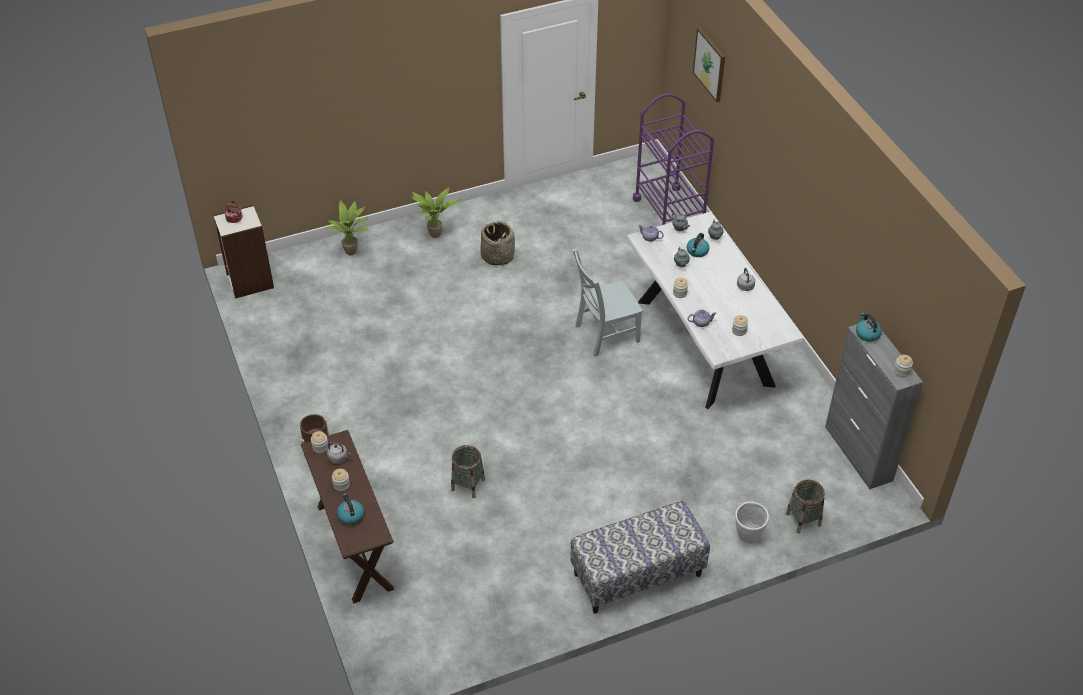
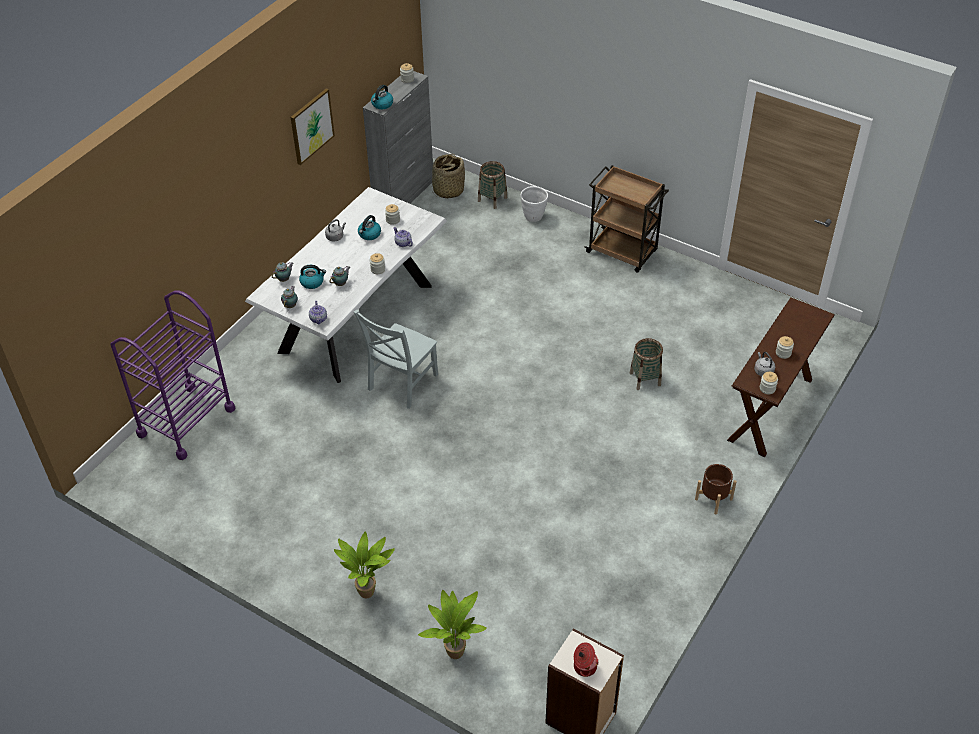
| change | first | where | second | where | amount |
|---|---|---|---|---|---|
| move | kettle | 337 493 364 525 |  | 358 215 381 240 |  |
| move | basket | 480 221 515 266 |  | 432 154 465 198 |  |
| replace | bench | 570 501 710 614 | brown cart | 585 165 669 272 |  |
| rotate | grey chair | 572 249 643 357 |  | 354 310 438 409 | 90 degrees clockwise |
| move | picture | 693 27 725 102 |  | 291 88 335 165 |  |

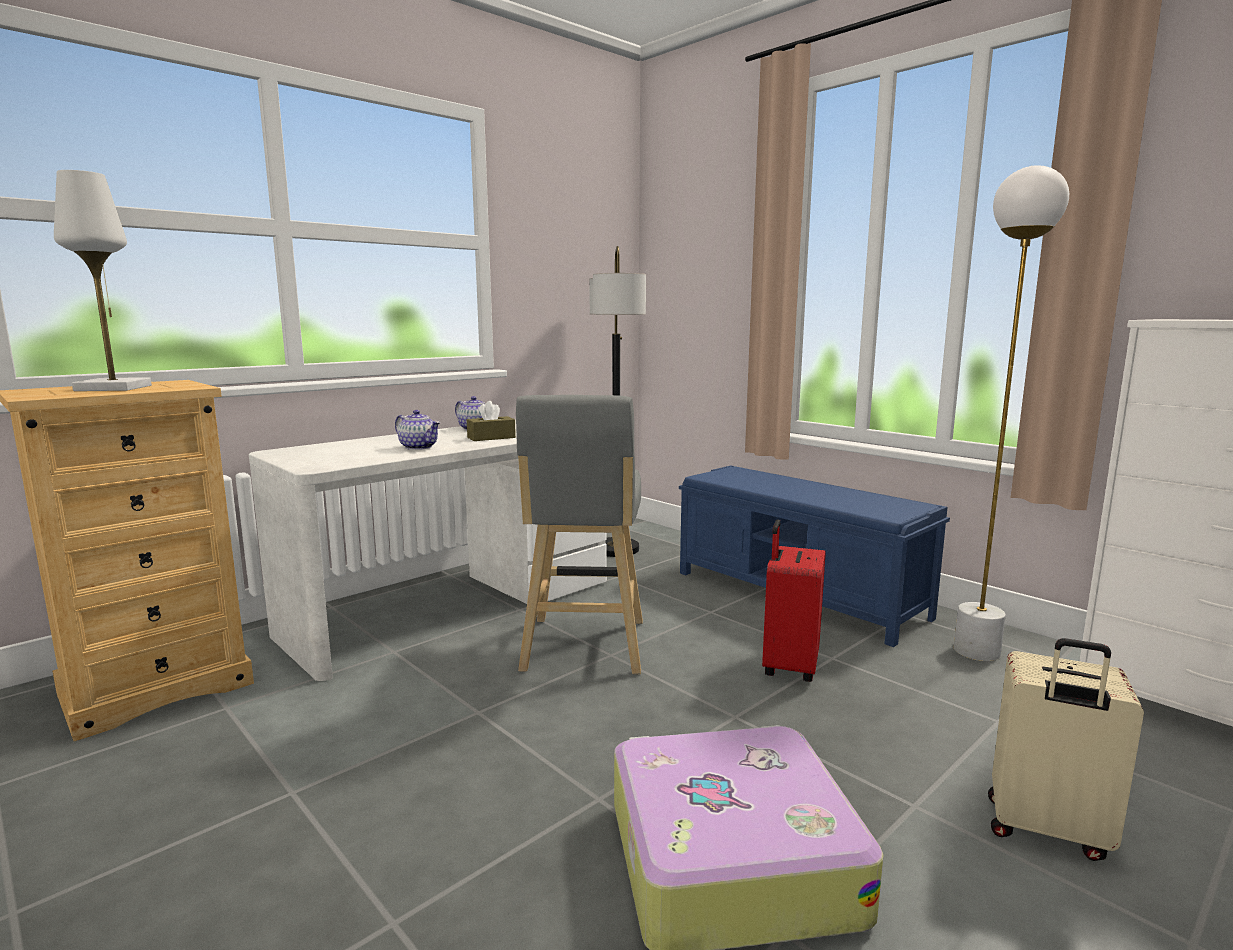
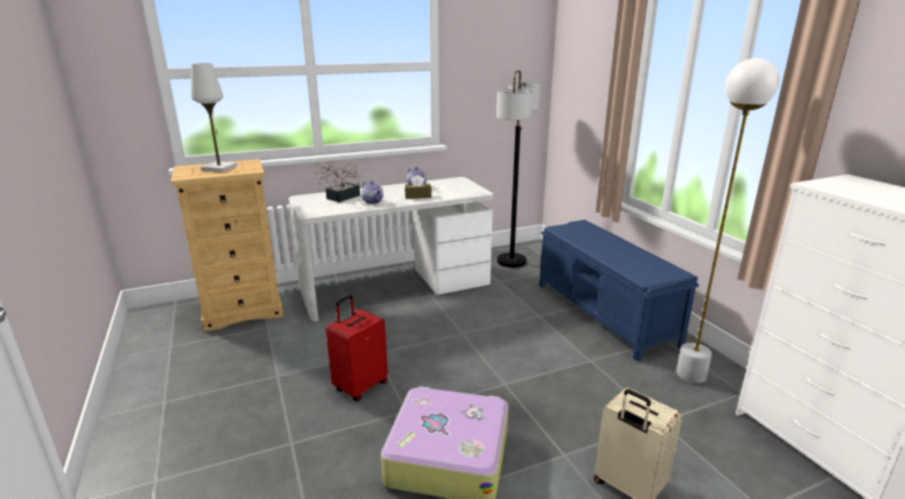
| change | first | where | second | where | amount |
|---|---|---|---|---|---|
| delete | grey stool | 516 395 643 675 |  |  |  |
| move | red suitcase | 762 520 826 682 |  | 326 295 388 401 |  |
| insert |  |  | potted plant | 315 160 360 202 |  |

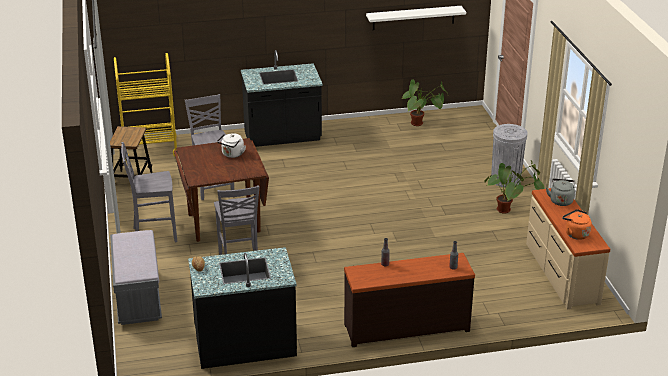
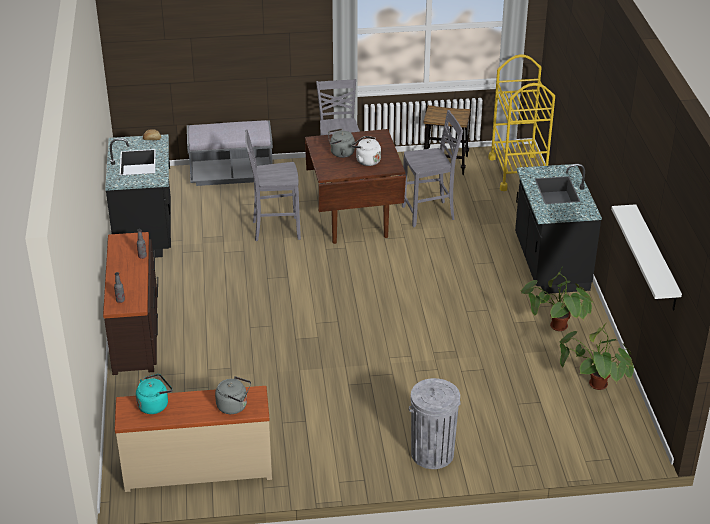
| change | first | where | second | where | amount |
|---|---|---|---|---|---|
| move | potted plant | 484 161 544 214 |  | 520 266 594 331 |  |
| recolor | orange kettle | 562 209 592 240 | turquoise kettle | 136 374 172 414 |  |
| insert |  |  | grey kettle | 328 128 355 158 |  |

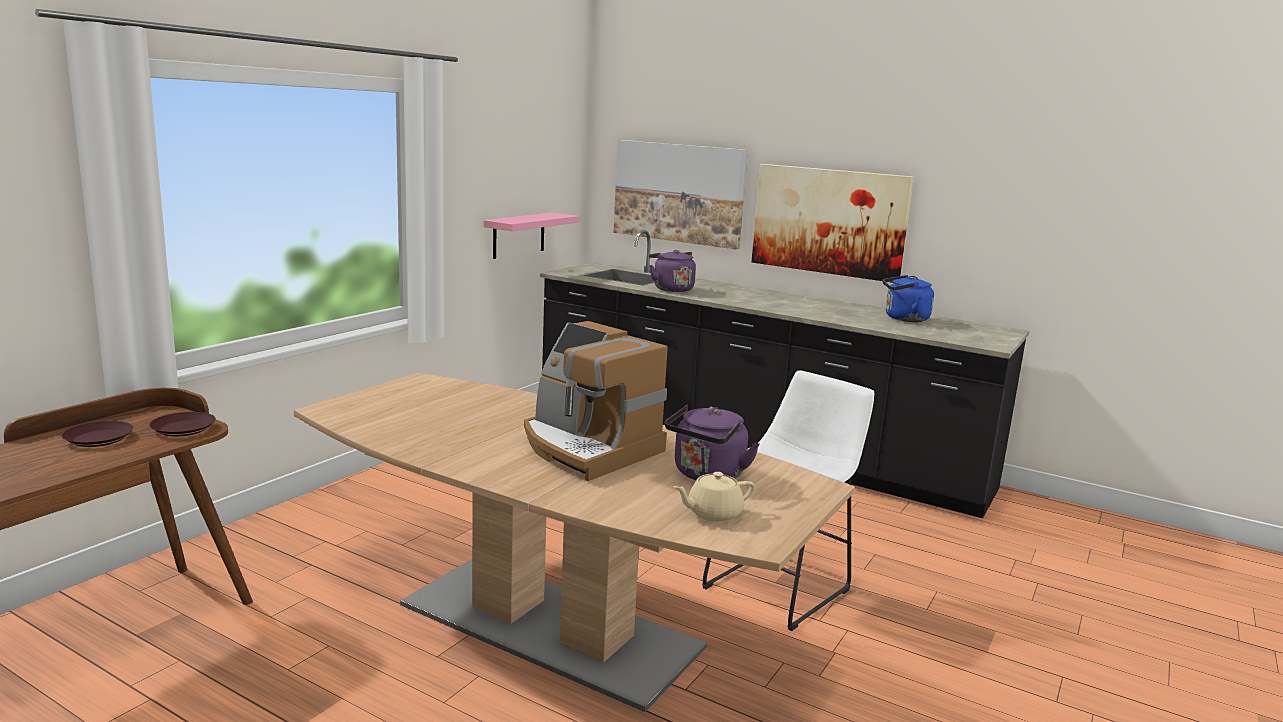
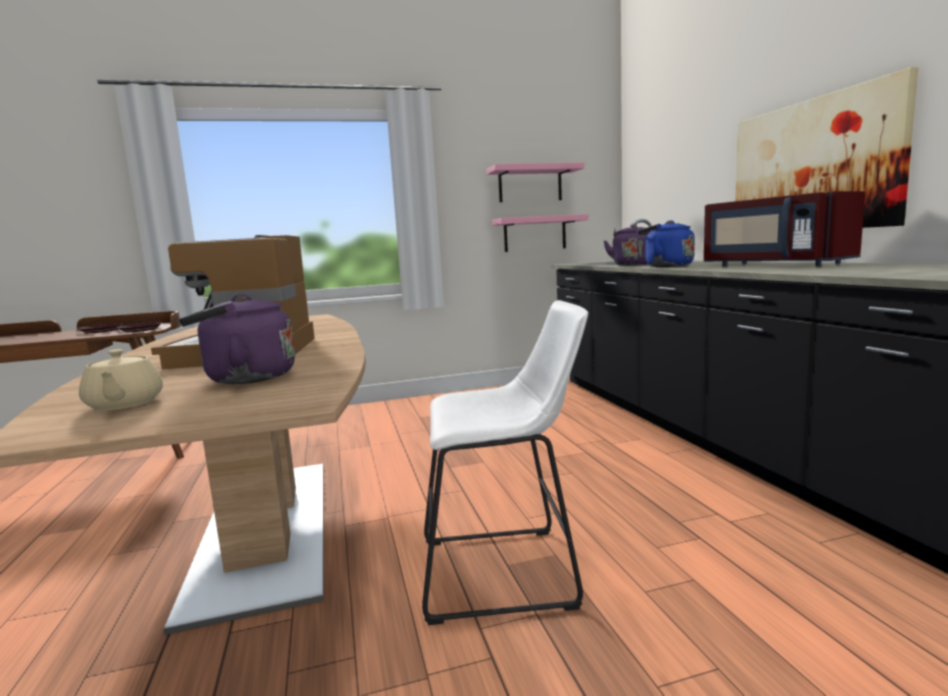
| change | first | where | second | where | amount |
|---|---|---|---|---|---|
| delete | picture | 613 140 748 250 |  |  |  |
| rotate | beige teapot | 673 472 755 522 |  | 79 349 163 410 | 135 degrees counterclockwise |
| move | blue kettle | 883 275 934 322 |  | 637 220 695 267 |  |
| insert |  |  | pink shelf | 486 162 585 202 |  |
| insert |  |  | red microwave | 704 191 865 266 |  |

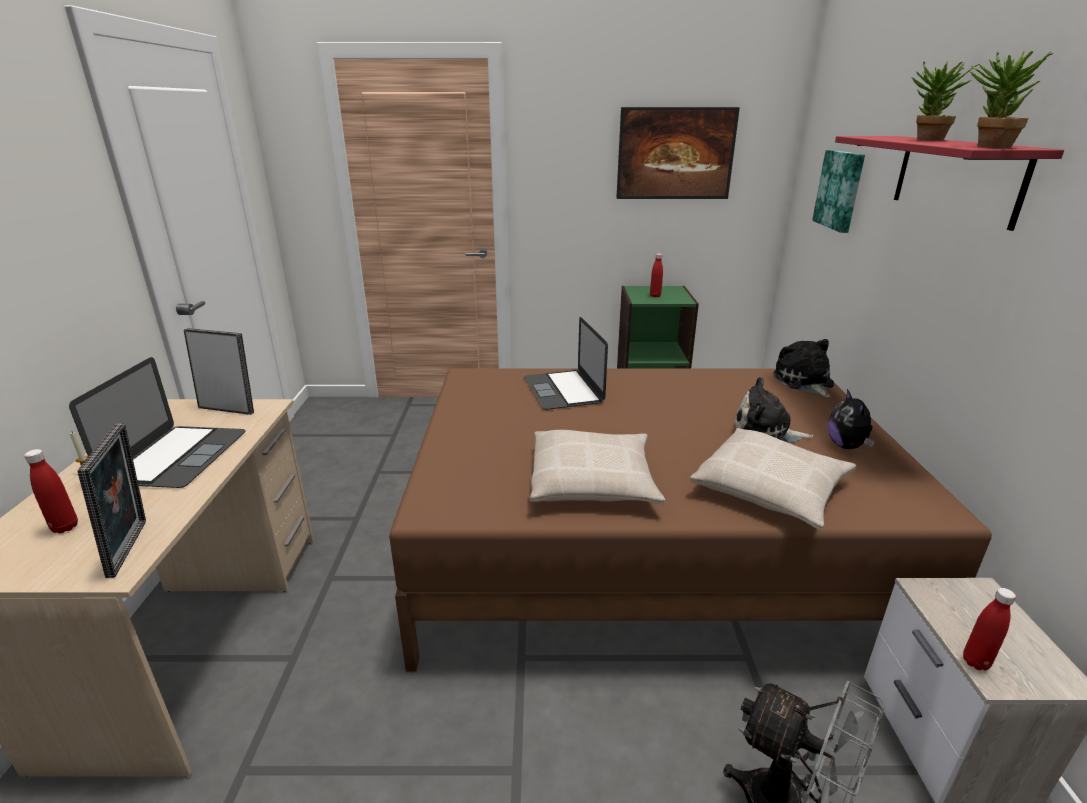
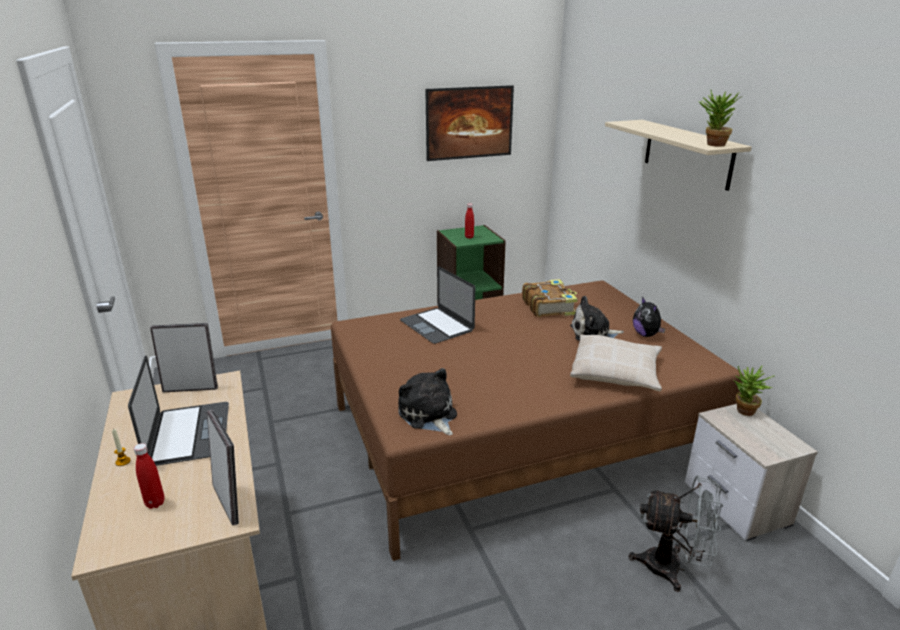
| change | first | where | second | where | amount |
|---|---|---|---|---|---|
| delete | beige pillow | 530 430 665 504 |  |  |  |
| move | plush toy | 774 339 834 398 |  | 398 368 457 435 |  |
| delete | picture | 812 150 865 233 |  |  |  |
| recolor | red shelf | 835 136 1064 231 | beige shelf | 605 120 752 191 |  |
| move | potted plant | 911 61 980 140 |  | 734 365 774 416 |  |
| delete | red bottle | 963 588 1016 670 |  |  |  |
| insert |  |  | book | 522 279 578 317 |  |

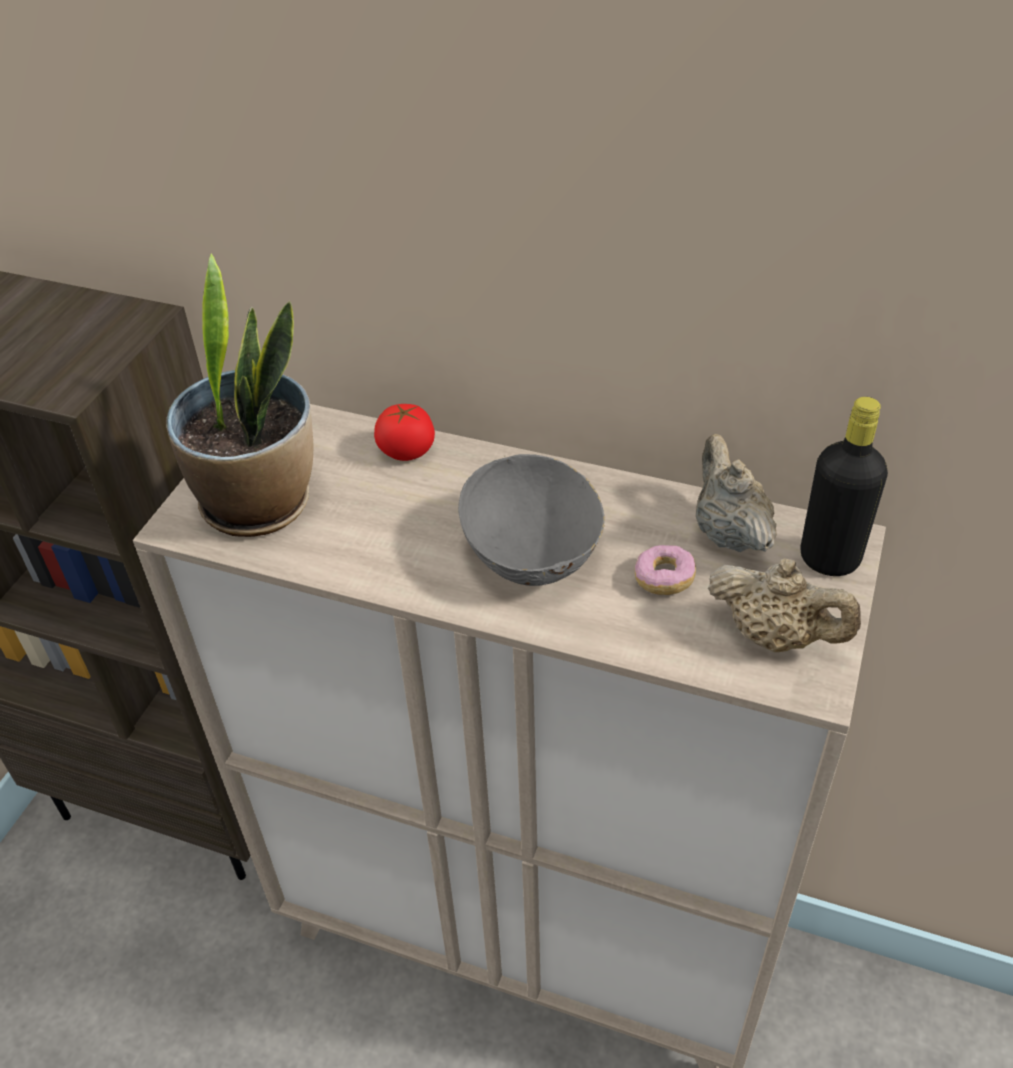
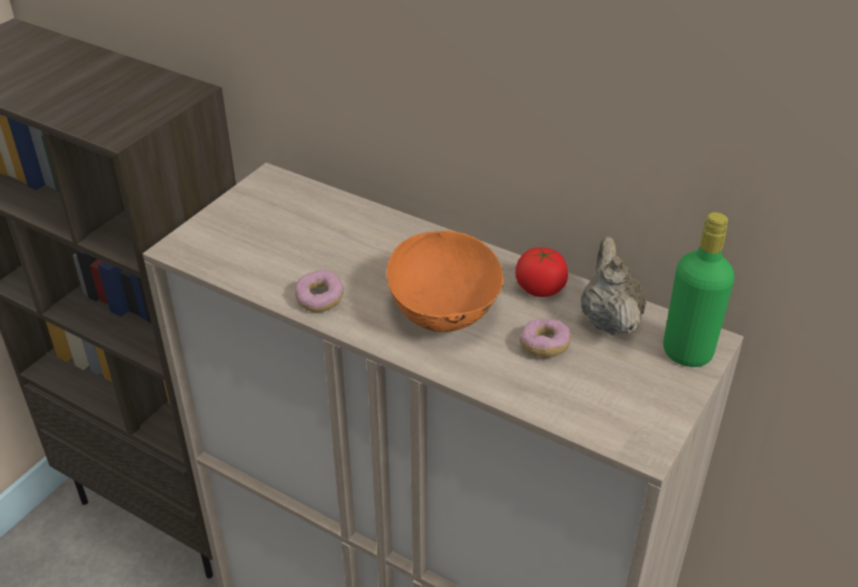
| change | first | where | second | where | amount |
|---|---|---|---|---|---|
| delete | potted plant | 166 254 313 537 |  |  |  |
| move | tomato | 374 404 435 461 |  | 515 247 568 297 |  |
| recolor | grey bowl | 458 454 605 586 | orange bowl | 386 230 504 332 |  |
| delete | beige teapot | 708 558 861 652 |  |  |  |
| recolor | black bottle | 800 397 888 576 | green bottle | 663 212 735 367 |  |
| insert |  |  | donut | 294 270 344 312 |  |

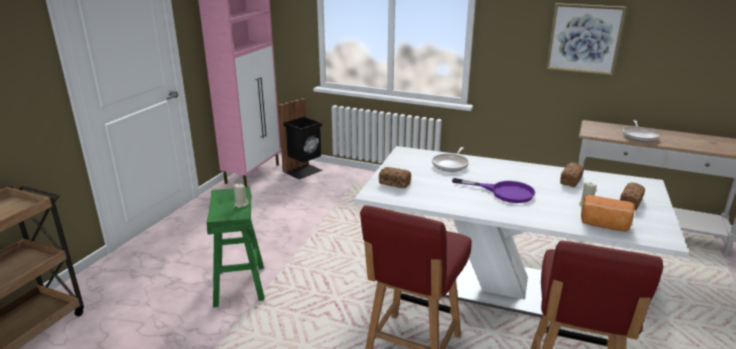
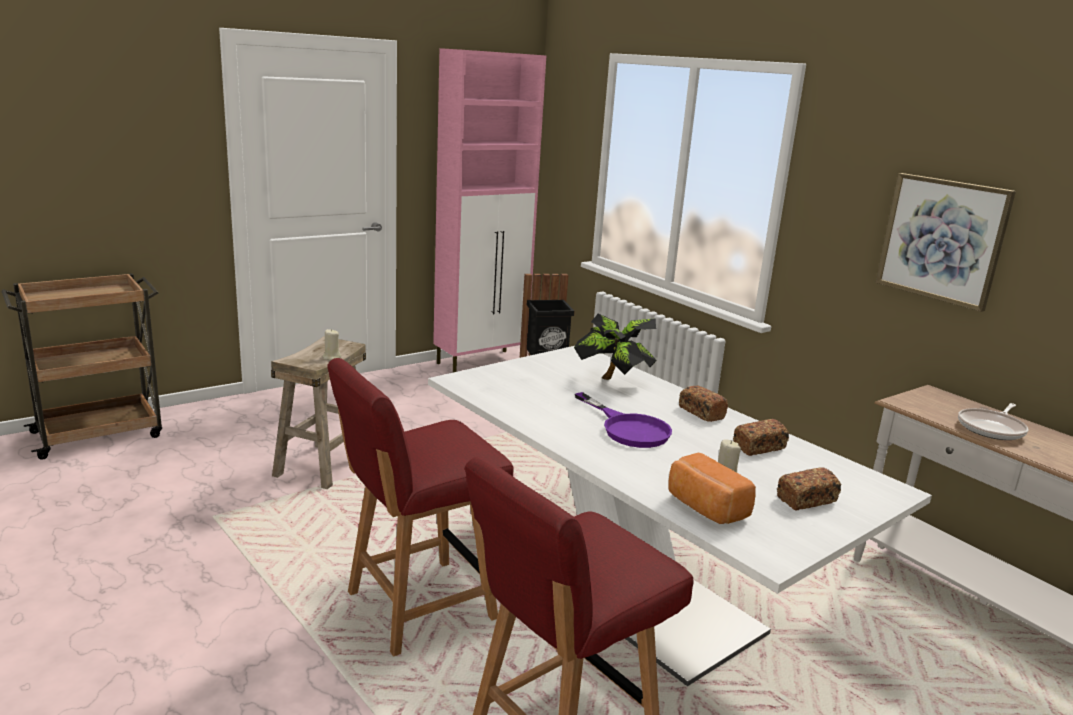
| change | first | where | second | where | amount |
|---|---|---|---|---|---|
| recolor | green stool | 206 187 264 307 | beige stool | 271 336 366 489 |  |
| move | bread | 379 167 411 188 |  | 679 386 728 422 |  |
| replace | frying pan | 432 147 469 172 | potted plant | 574 314 657 380 |  |

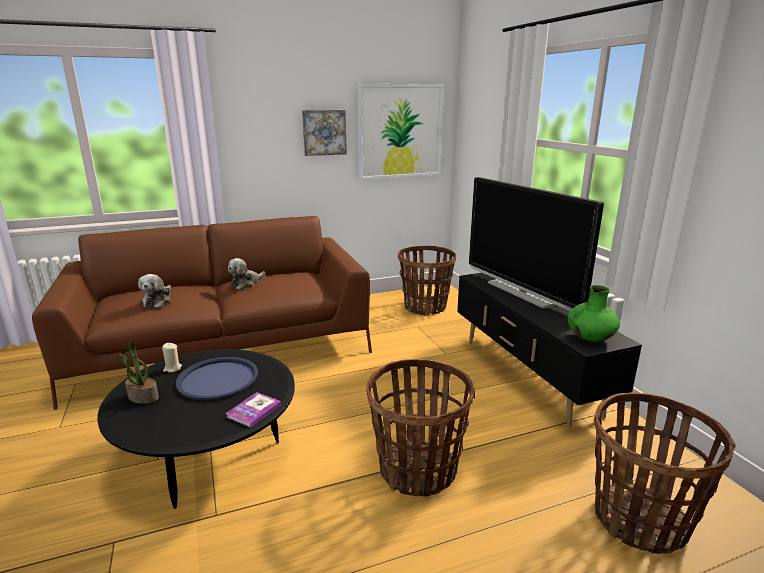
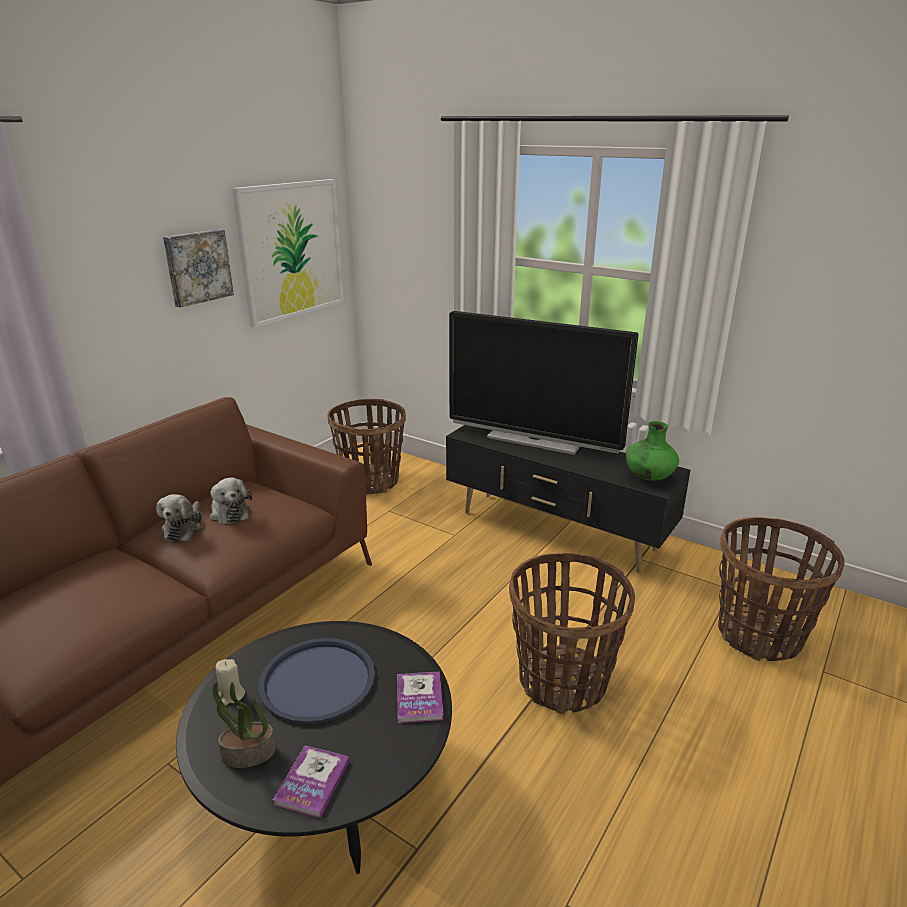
| change | first | where | second | where | amount |
|---|---|---|---|---|---|
| move | plush toy | 138 274 171 308 |  | 210 478 252 524 |  |
| insert |  |  | book | 273 745 350 818 |  |

